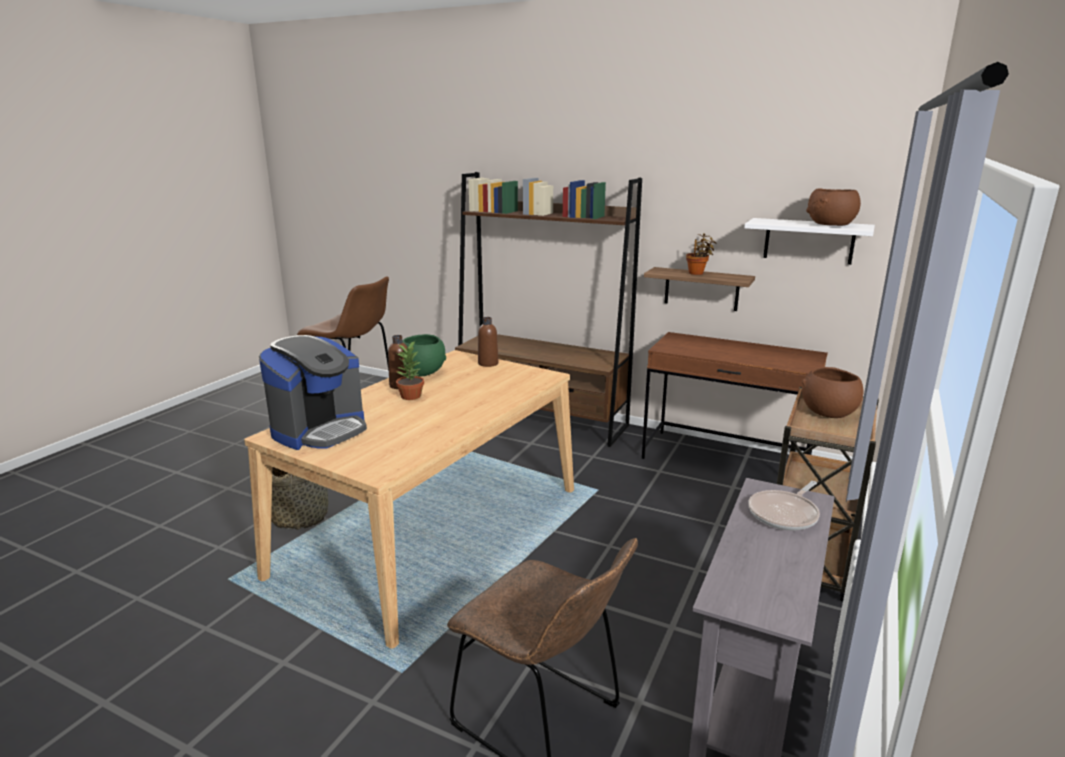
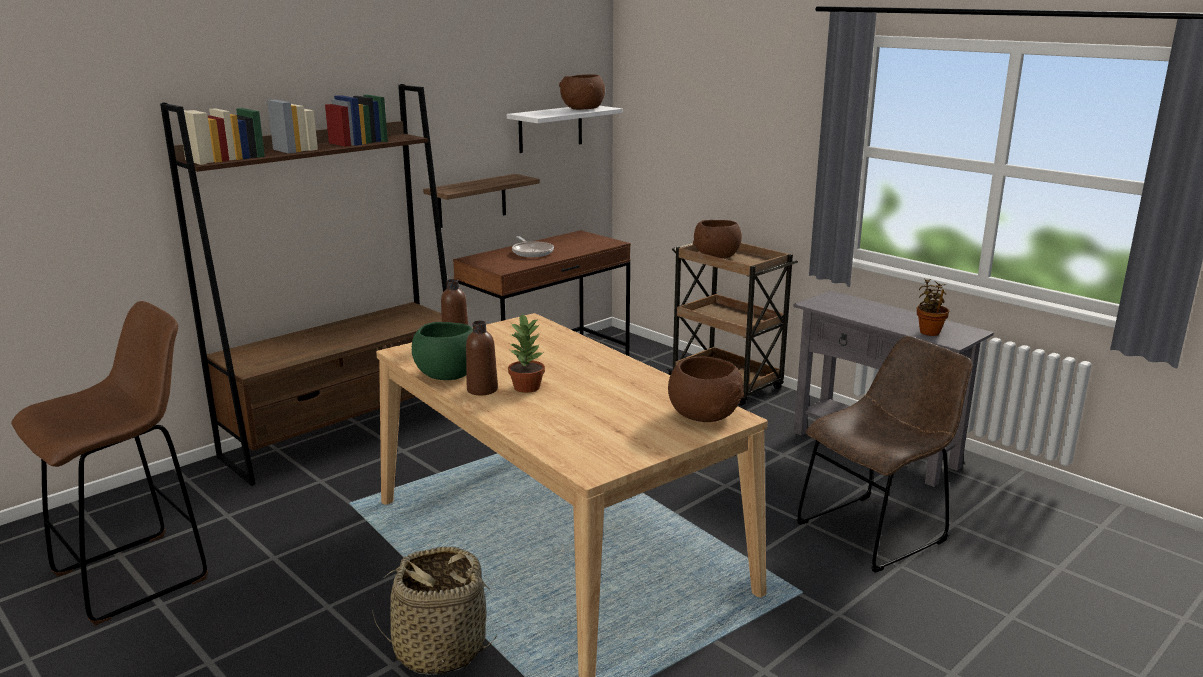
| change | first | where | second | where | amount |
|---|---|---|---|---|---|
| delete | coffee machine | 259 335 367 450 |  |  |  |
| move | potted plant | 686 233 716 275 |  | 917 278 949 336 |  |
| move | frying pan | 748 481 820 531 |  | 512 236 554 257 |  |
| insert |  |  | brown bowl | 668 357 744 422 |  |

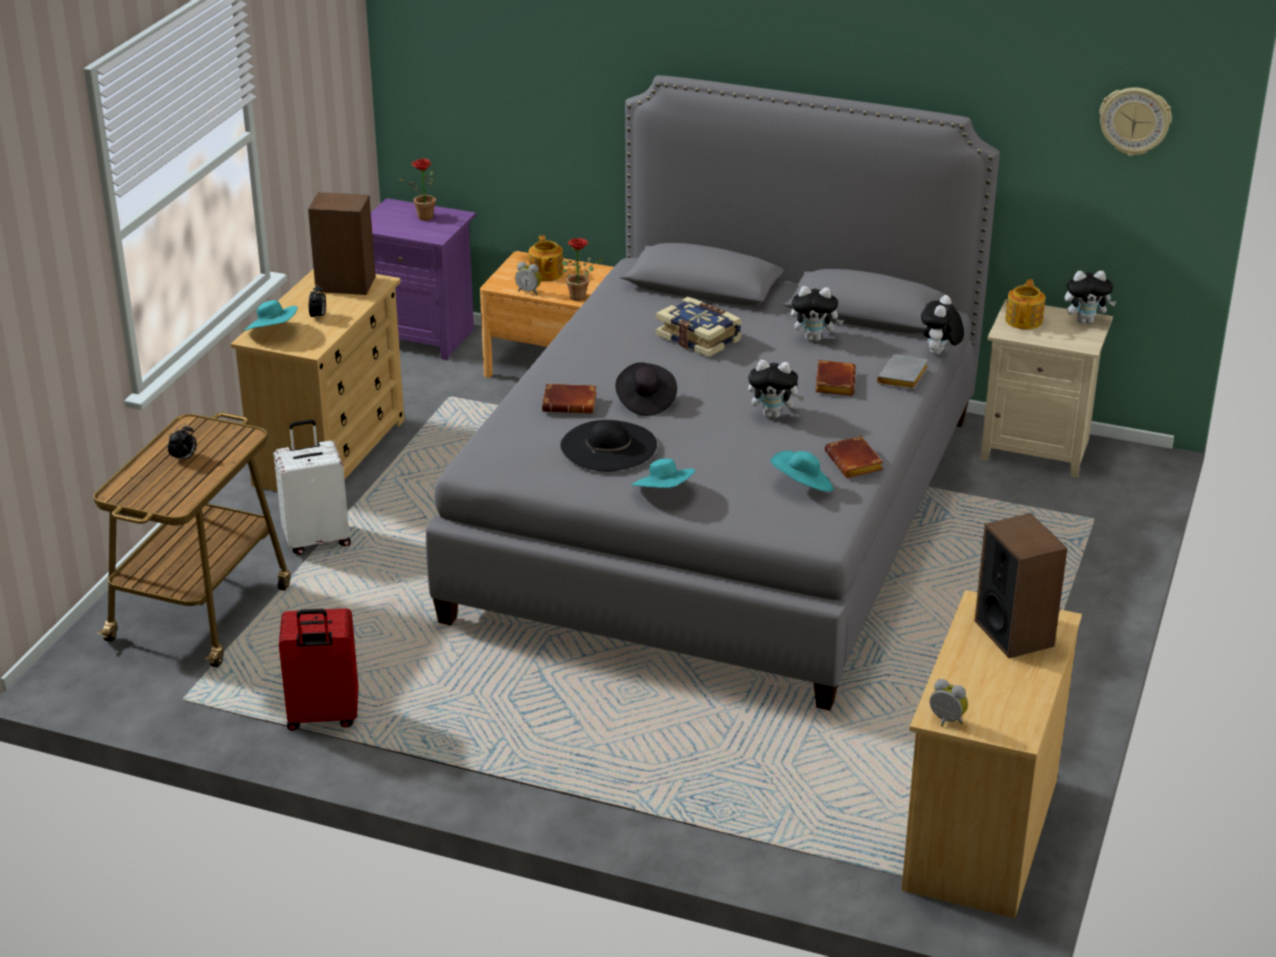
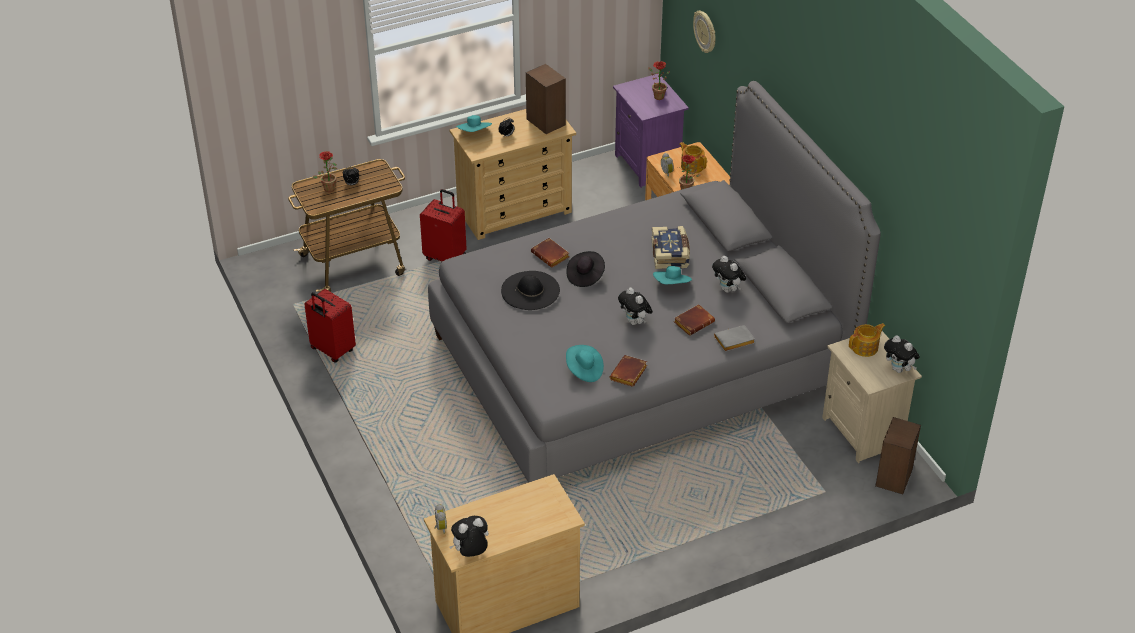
| change | first | where | second | where | amount |
|---|---|---|---|---|---|
| recolor | white suitcase | 274 419 351 555 | red suitcase | 420 189 467 262 |  |
| rotate | teapot | 529 235 564 281 |  | 680 142 707 173 | 105 degrees clockwise |
| move | turquoise hat | 631 459 695 488 |  | 653 266 692 284 |  |
| move | plush toy | 921 295 964 355 |  | 449 516 489 557 |  |
| move | speaker | 975 513 1067 658 |  | 875 417 921 494 |  |
| move | wall clock | 1099 87 1172 156 |  | 693 11 716 53 |  |
| insert |  |  | potted plant | 313 151 337 192 |  |

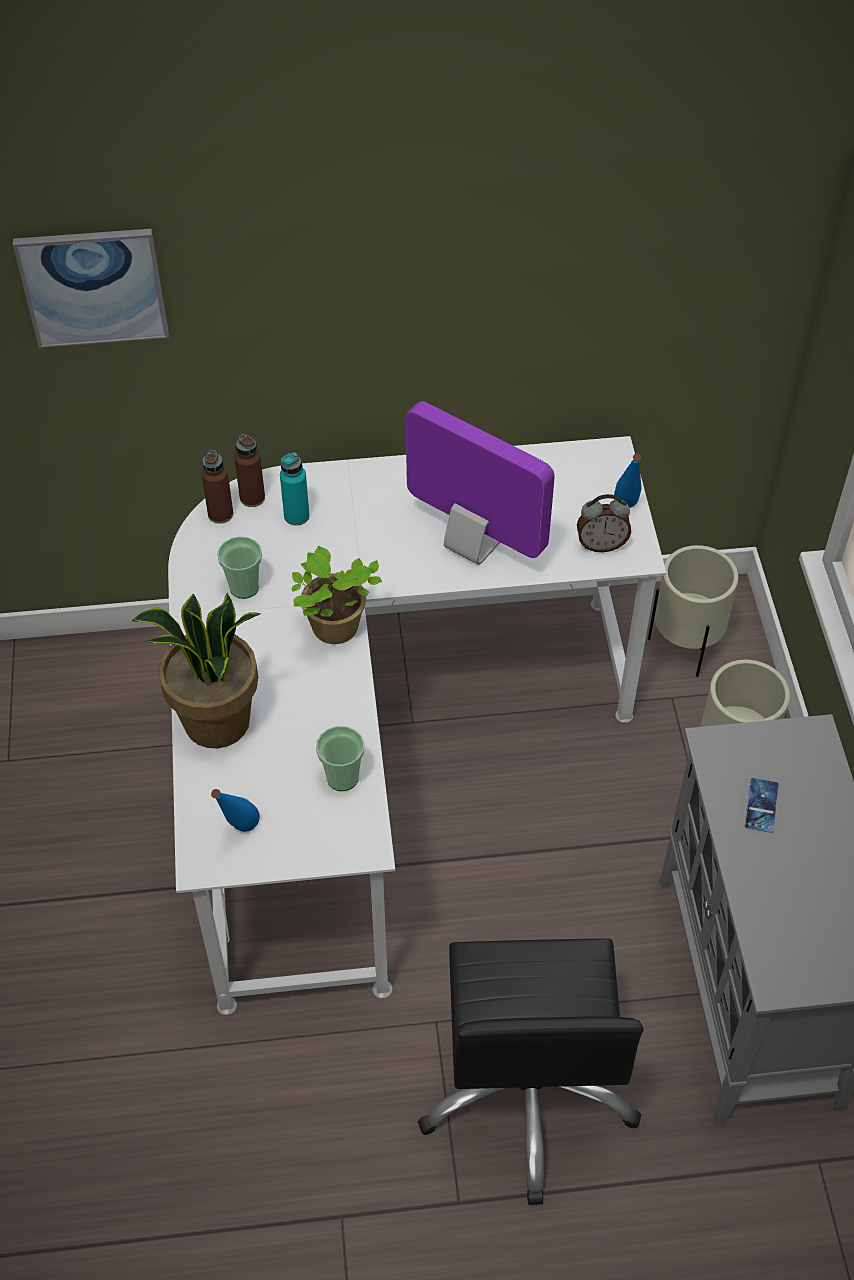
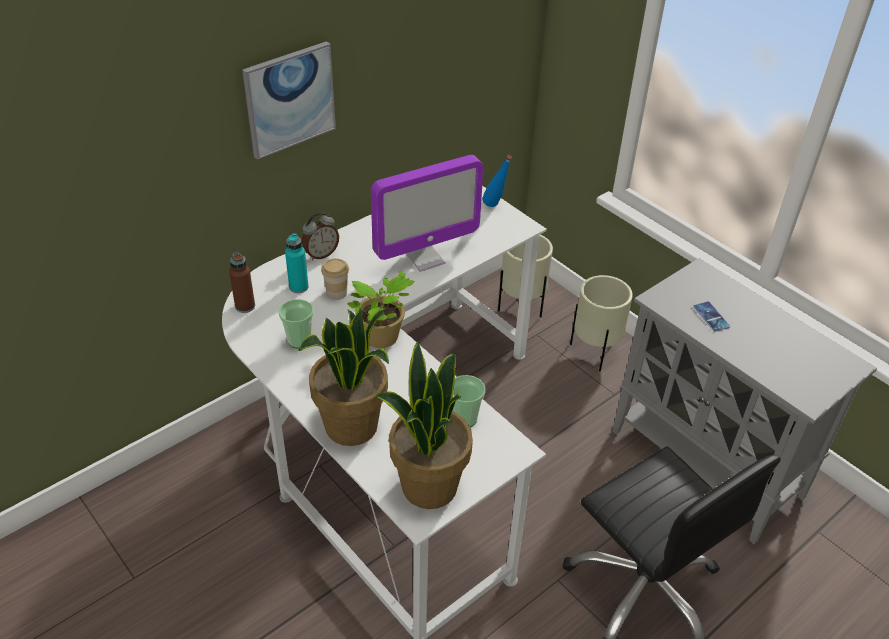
| change | first | where | second | where | amount |
|---|---|---|---|---|---|
| move | picture | 13 229 169 348 |  | 242 41 336 160 |  |
| replace | blue bottle | 211 789 260 832 | potted plant | 375 341 473 509 |  |
| delete | brown bottle | 234 434 265 507 |  |  |  |
| rotate | monitor | 406 401 554 565 |  | 371 155 483 272 | 150 degrees clockwise |
| move | alarm clock | 577 494 631 552 |  | 302 212 339 261 |  |
| insert |  |  | cup | 321 258 349 300 |  |

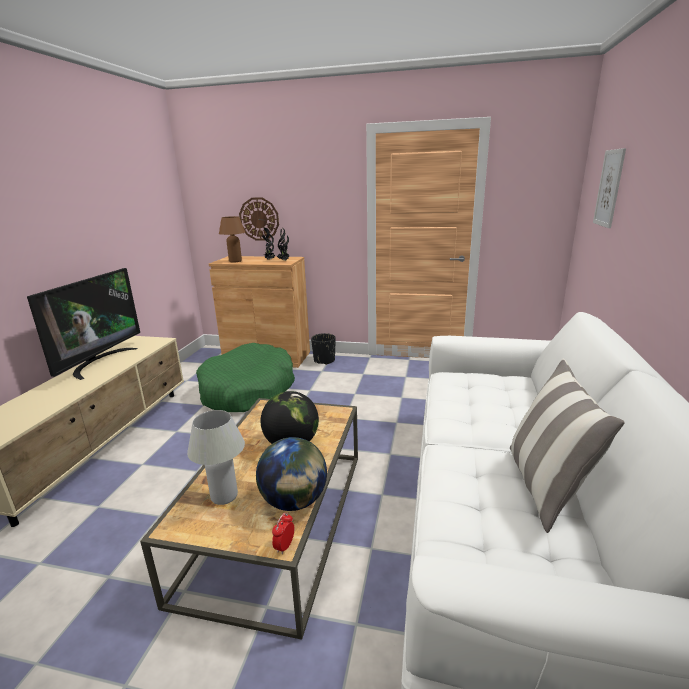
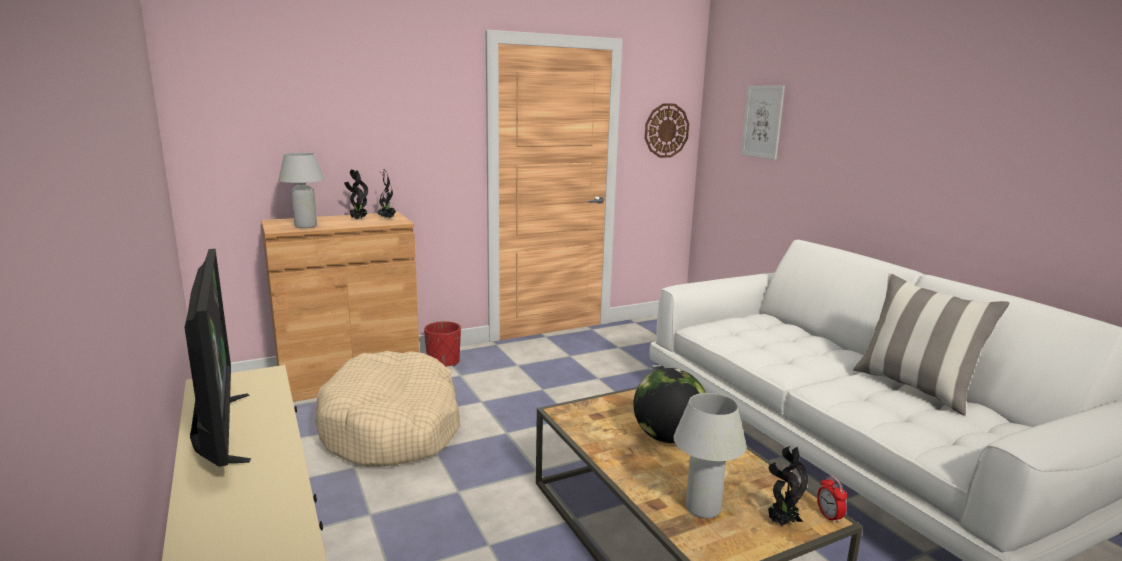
| change | first | where | second | where | amount |
|---|---|---|---|---|---|
| recolor | green dog bed | 196 343 295 412 | beige dog bed | 315 351 461 467 |  |
| recolor | brown table lamp | 219 216 245 262 | white table lamp | 278 153 325 228 |  |
| move | wall clock | 239 197 279 241 |  | 645 103 689 158 |  |
| delete | globe | 256 437 327 511 |  |  |  |
| recolor | black planter | 311 333 336 365 | red planter | 424 321 461 367 |  |
| insert |  |  | potted plant | 768 446 808 526 |  |

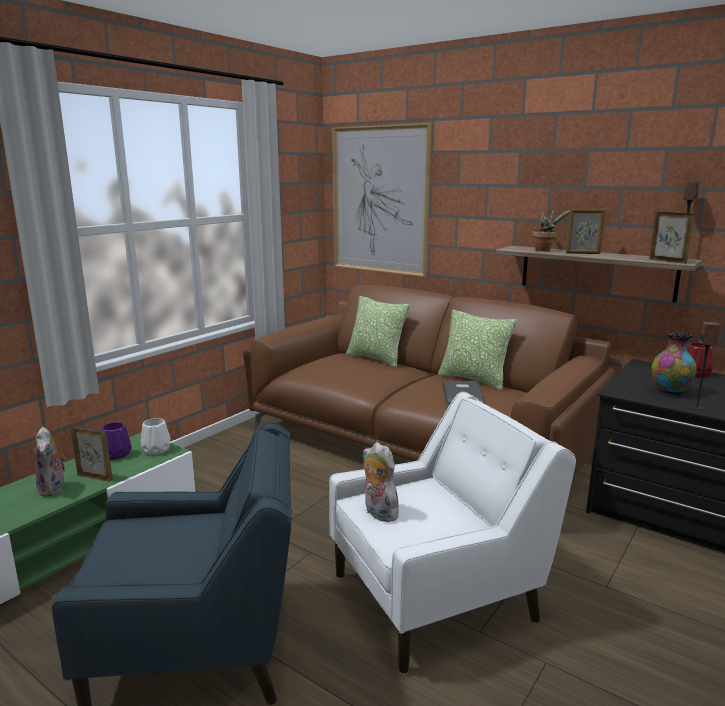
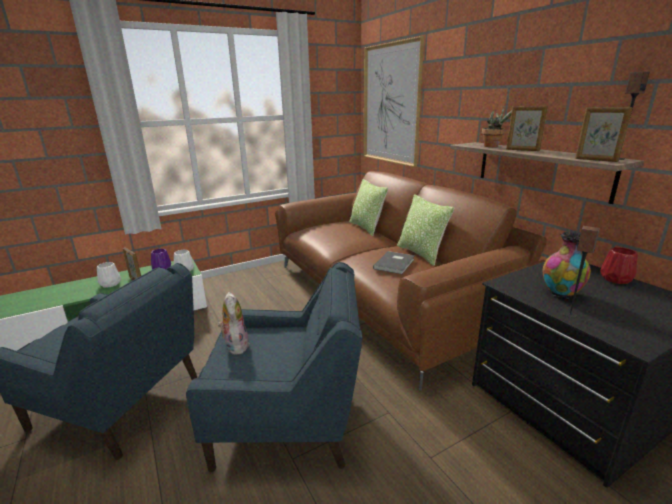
| change | first | where | second | where | amount |
|---|---|---|---|---|---|
| replace | plush toy | 34 427 66 497 | white vase | 97 262 121 288 |  |
| recolor | white armchair | 329 392 576 674 | blue armchair | 186 262 362 472 |  |
| rotate | picture frame | 649 211 694 264 |  | 575 107 633 162 | 150 degrees clockwise |

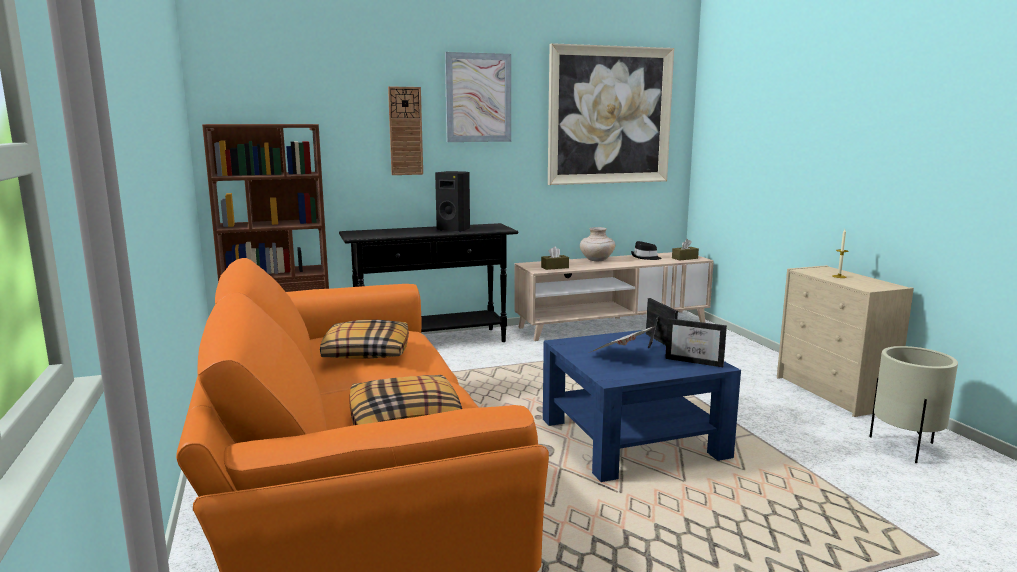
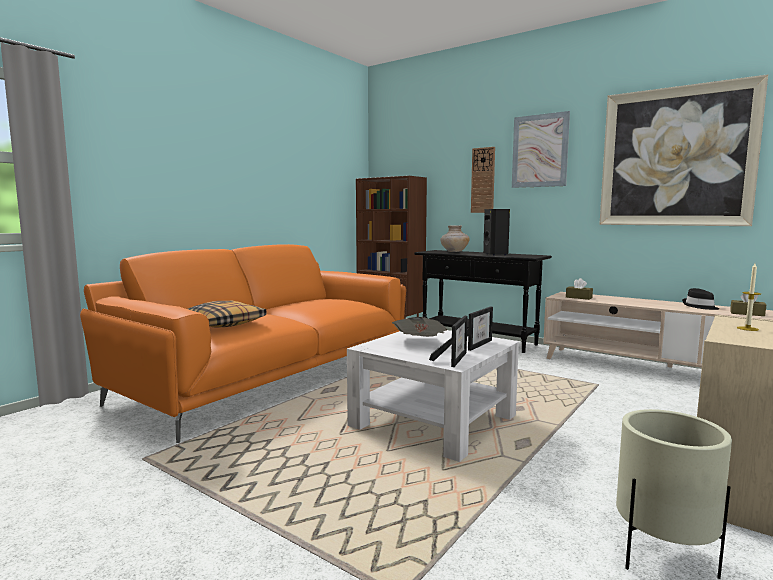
| change | first | where | second | where | amount |
|---|---|---|---|---|---|
| delete | pillow | 320 320 409 359 |  |  |  |
| recolor | blue coffee table | 543 330 741 482 | white coffee table | 347 331 519 462 |  |
| move | beige vase | 580 227 615 261 |  | 440 226 470 252 |  |
| rotate | picture frame | 665 318 727 367 |  | 429 316 467 367 | 150 degrees counterclockwise |

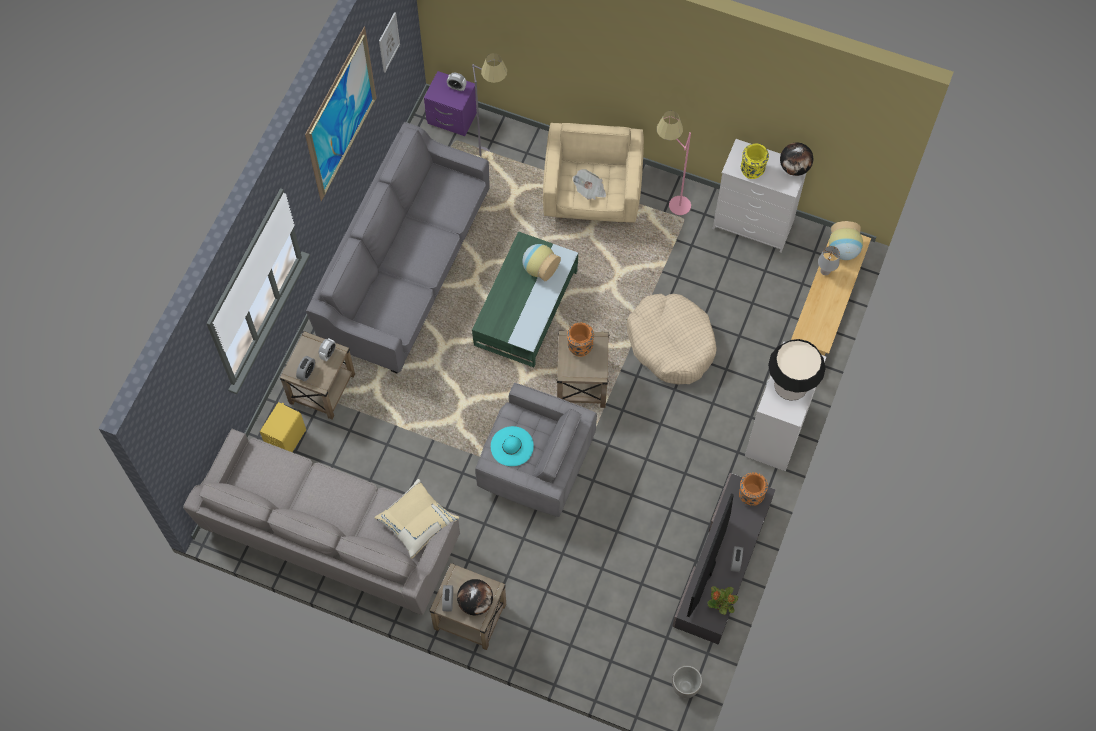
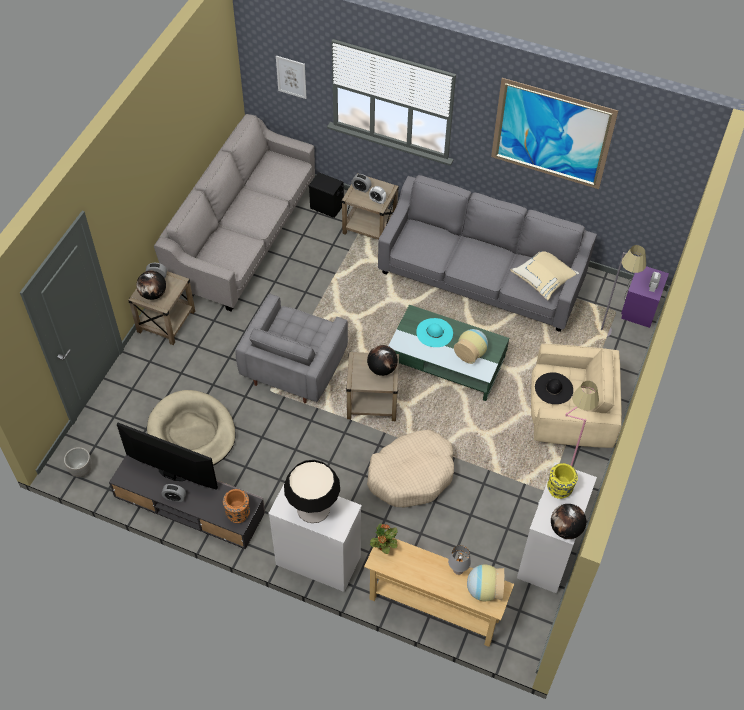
| change | first | where | second | where | amount |
|---|---|---|---|---|---|
| recolor | yellow speaker | 260 402 306 452 | black speaker | 309 172 344 218 |  |
| move | beige pillow | 375 479 459 559 |  | 510 251 579 300 |  |
| move | picture | 379 12 400 73 |  | 276 56 306 99 |  |
| move | turquoise hat | 491 426 534 466 |  | 416 318 453 347 |  |
| replace | orange vase | 567 322 594 357 | globe | 367 345 398 376 |  |
| replace | newspaper | 573 169 606 200 | black hat | 535 372 573 404 |  |
| move | potted plant | 708 586 739 615 |  | 370 524 398 554 |  |
| insert |  |  | beige dog bed | 147 390 236 466 |  |

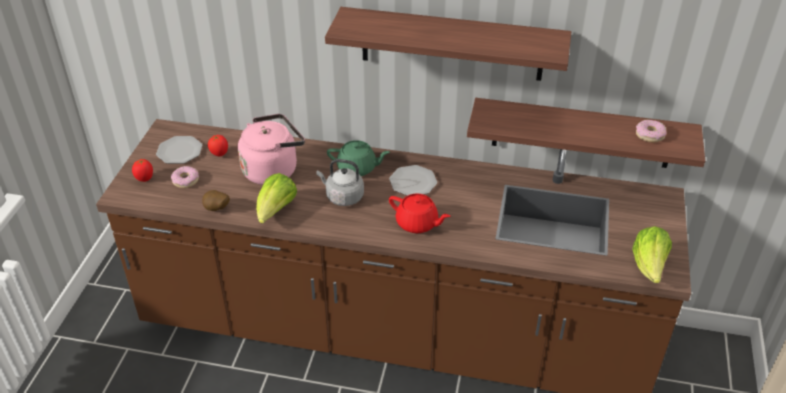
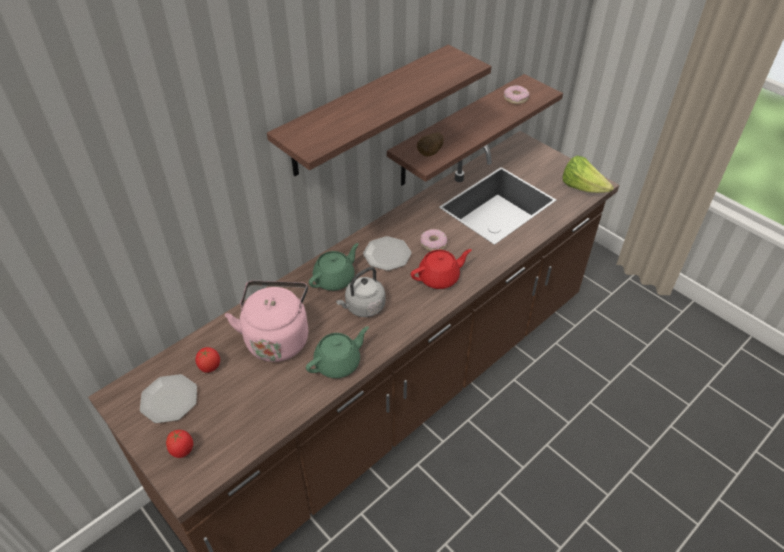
| change | first | where | second | where | amount |
|---|---|---|---|---|---|
| move | donut | 171 166 199 188 |  | 421 229 447 251 |  |
| move | potato | 202 190 230 211 |  | 417 133 444 156 |  |
| replace | lettuce | 256 173 297 224 | green teapot | 306 326 369 378 |  |

